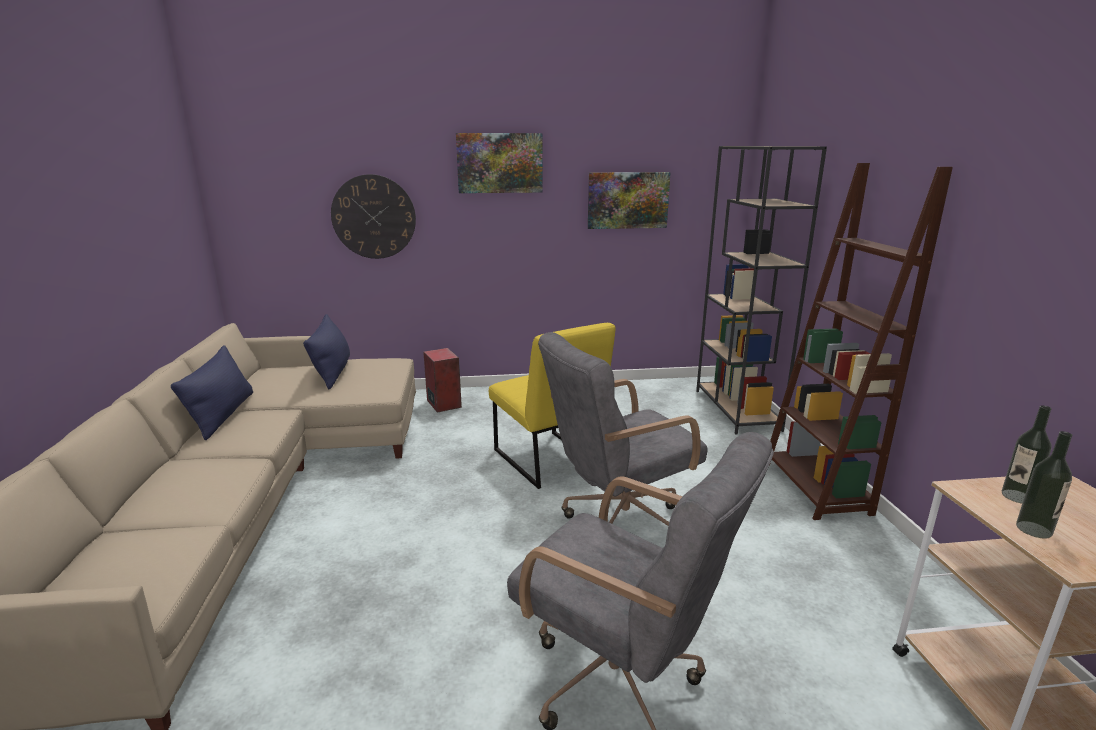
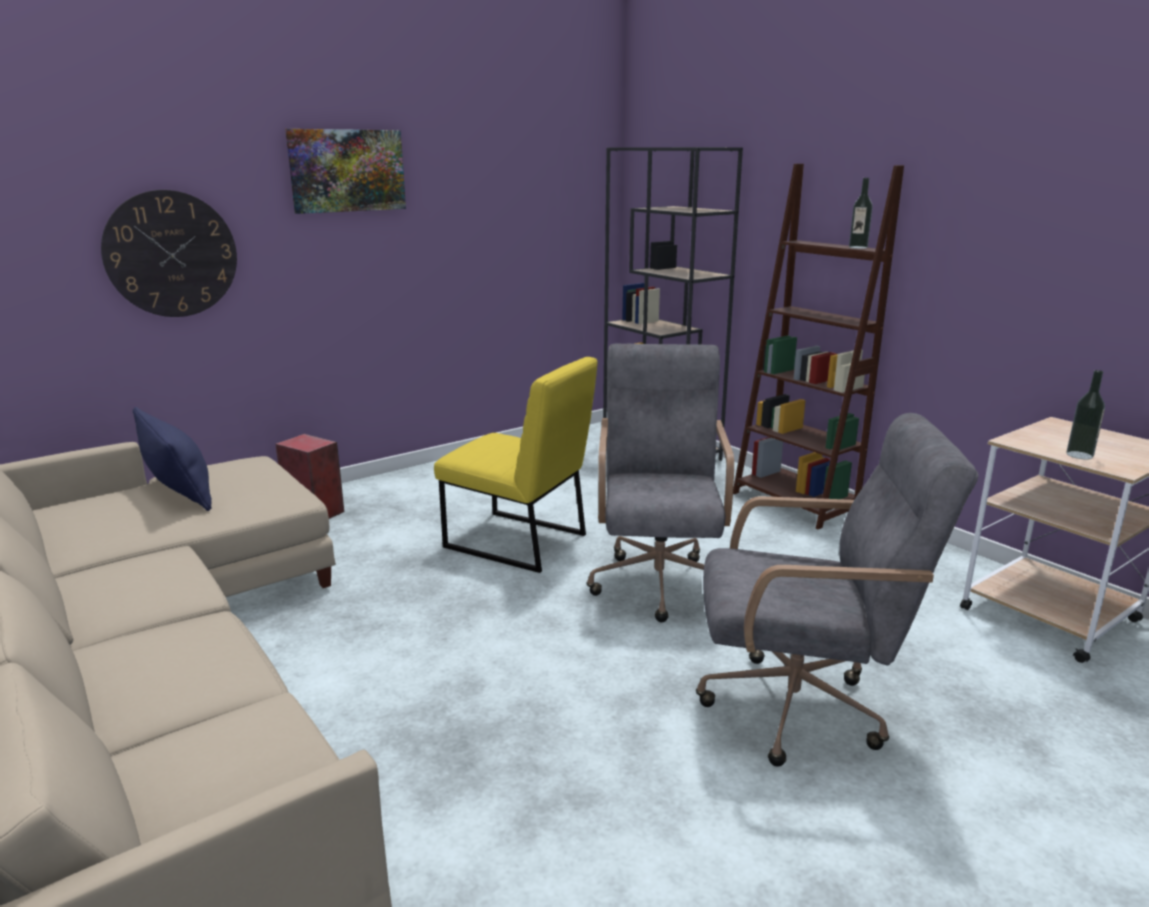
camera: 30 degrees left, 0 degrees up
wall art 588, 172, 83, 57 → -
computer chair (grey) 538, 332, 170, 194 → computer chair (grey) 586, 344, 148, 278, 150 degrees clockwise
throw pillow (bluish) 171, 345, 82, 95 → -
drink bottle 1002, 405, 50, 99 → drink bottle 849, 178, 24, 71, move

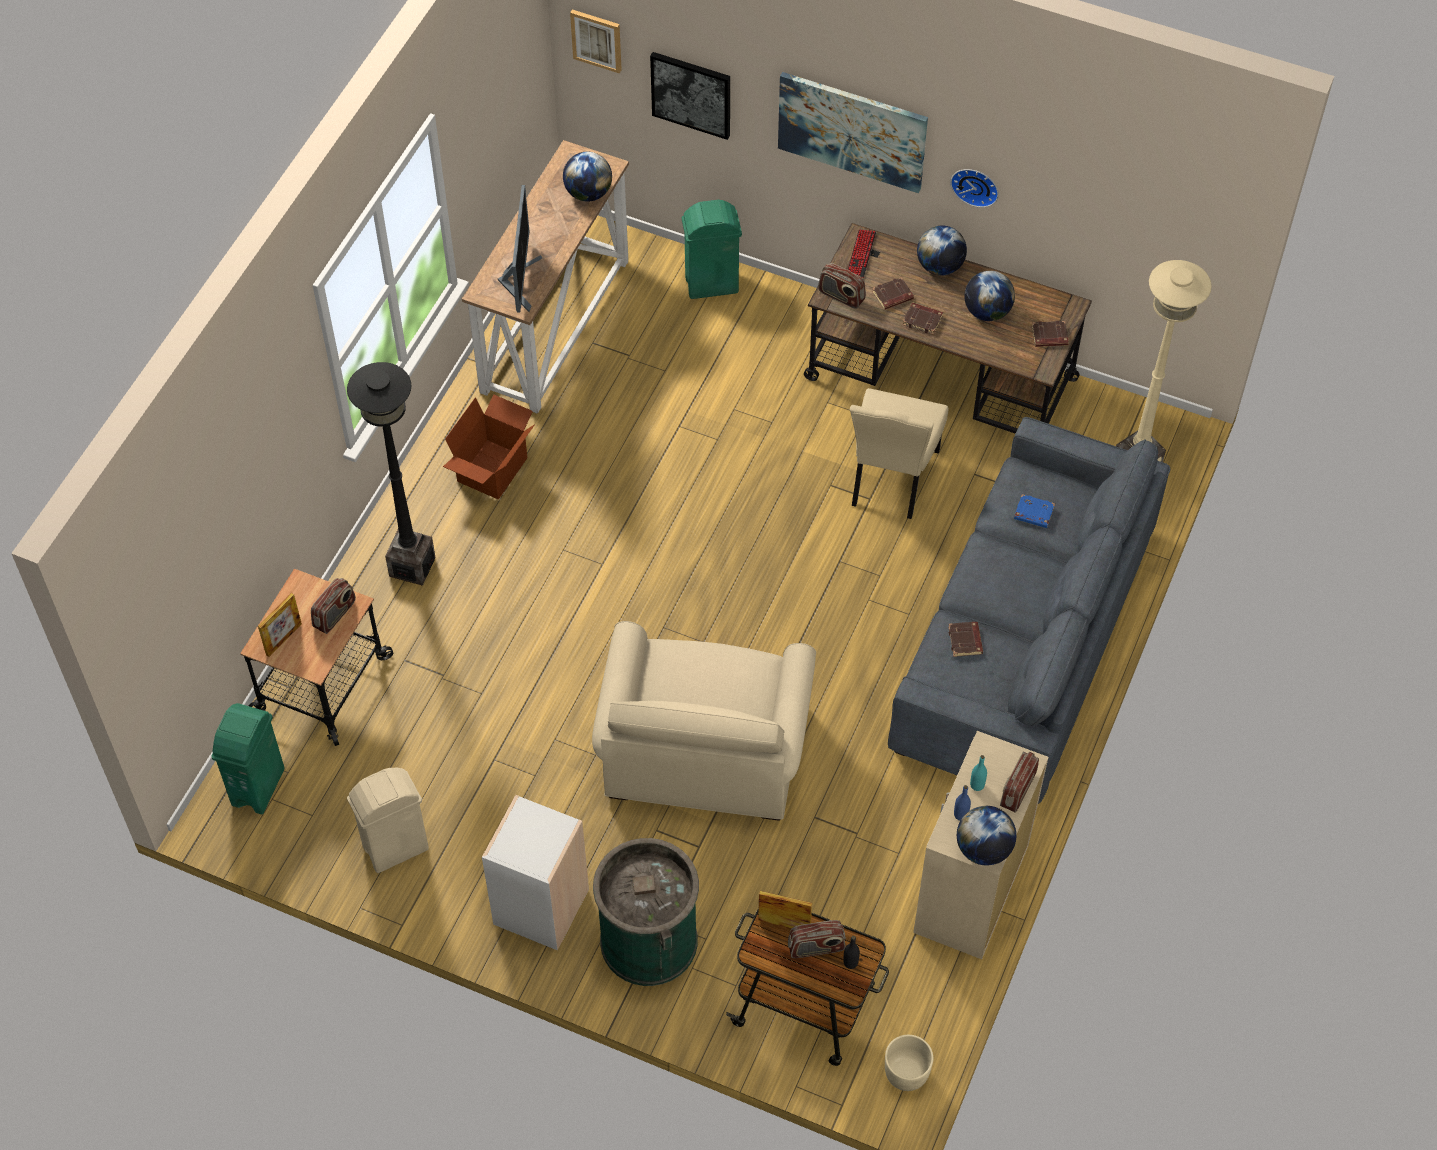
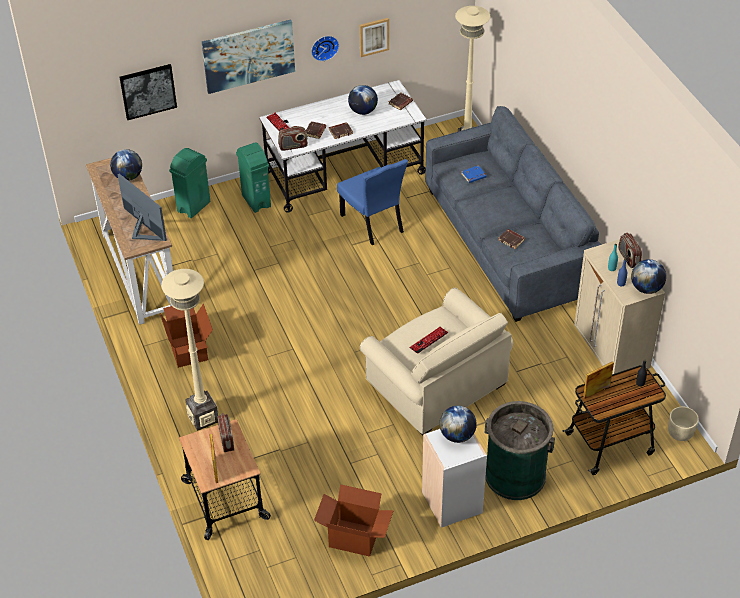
camera: 45 degrees left, 10 degrees down
wall art 570, 10, 52, 63 → wall art 359, 18, 30, 39, move
desk unit (brown-coloured) 804, 223, 288, 210 → desk unit (white-coloured) 259, 80, 168, 133
globe 917, 225, 50, 51 → globe 440, 405, 37, 38, move
floor lamp (black-coloured) 347, 362, 89, 223 → floor lamp (beige) 161, 269, 57, 162
upright chair (beige) 850, 388, 98, 131 → upright chair (bluish) 337, 159, 71, 86
rubbish bin (green) 211, 703, 73, 111 → rubbish bin (green) 236, 143, 35, 70, move
rubbish bin (beige) 347, 768, 82, 105 → cardboard box 314, 484, 80, 73
radio 788, 920, 58, 38 → -
- → computer keyboard 409, 327, 39, 27

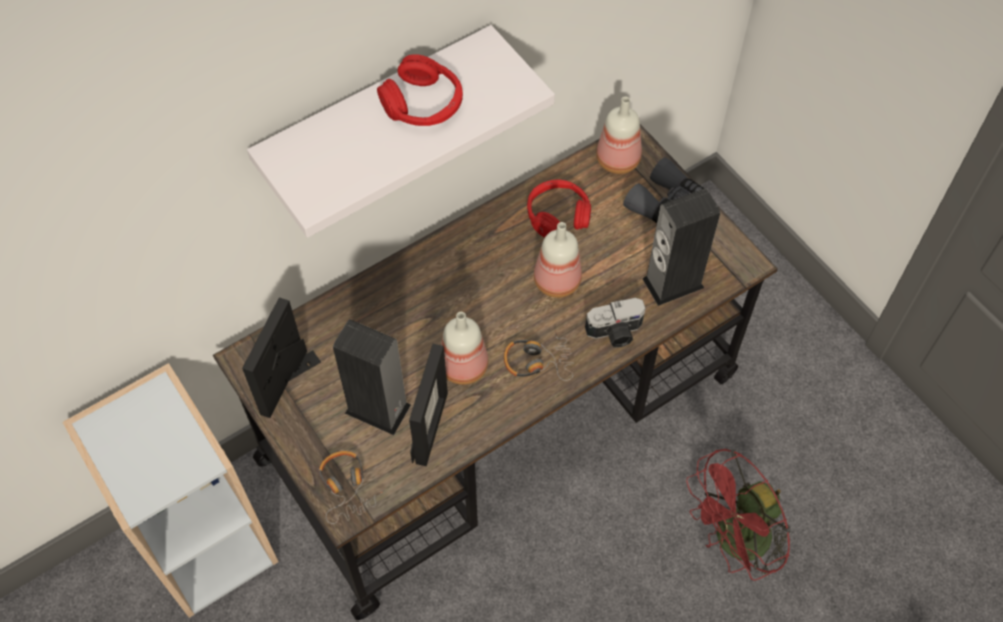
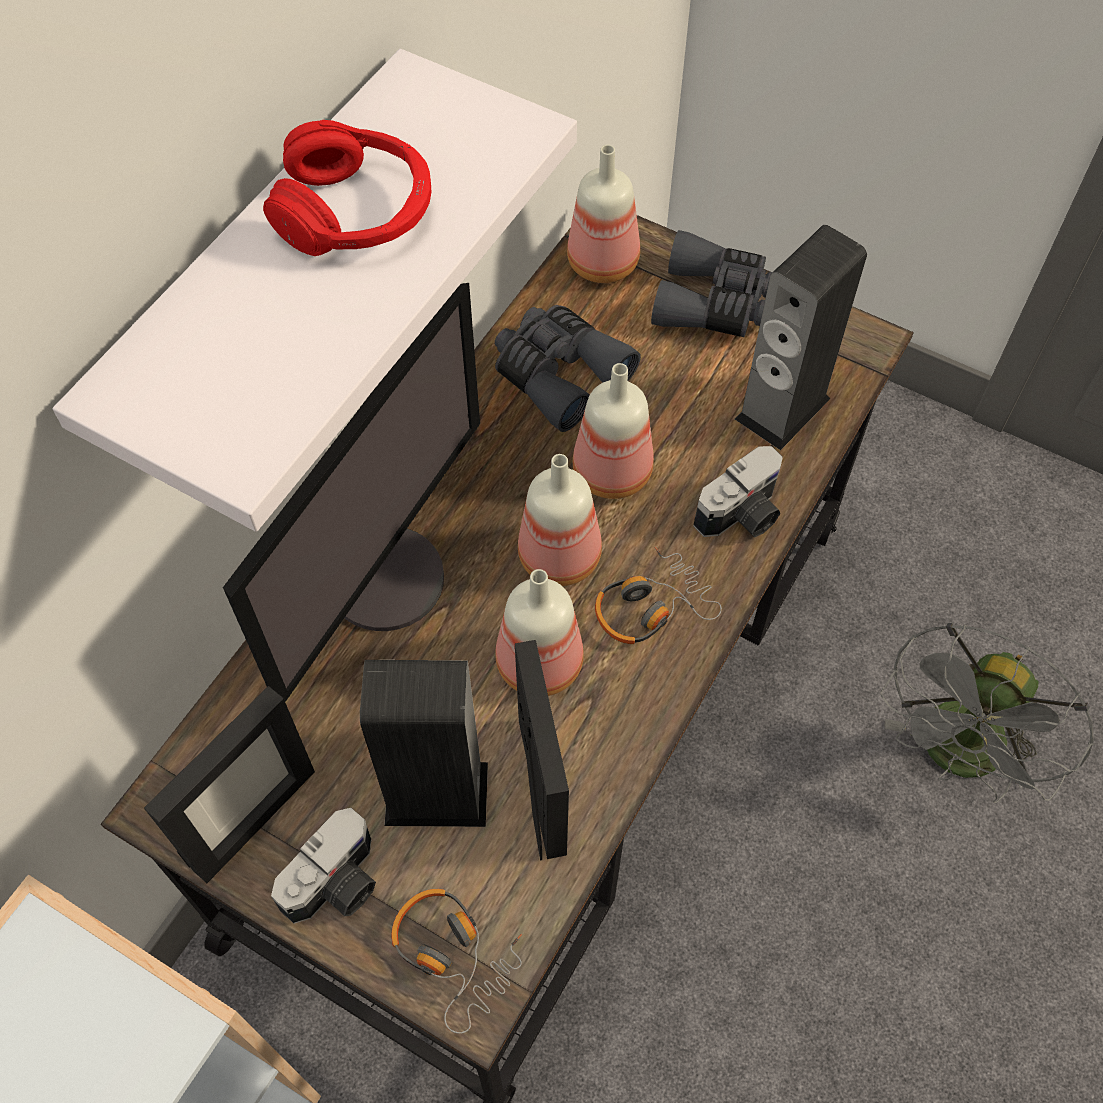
camera: 25 degrees left, 0 degrees up
headset (red) 527, 179, 64, 59 → binoculars (grey) 495, 305, 146, 127
photo frame 242, 298, 65, 120 → photo frame 144, 686, 171, 197, 135 degrees counterclockwise
cooling fan (red) 686, 449, 104, 132 → cooling fan (grey) 880, 623, 214, 180
- → computer screen 223, 283, 257, 419
- → drink bottle 518, 454, 84, 132
- → still camera 271, 808, 105, 116

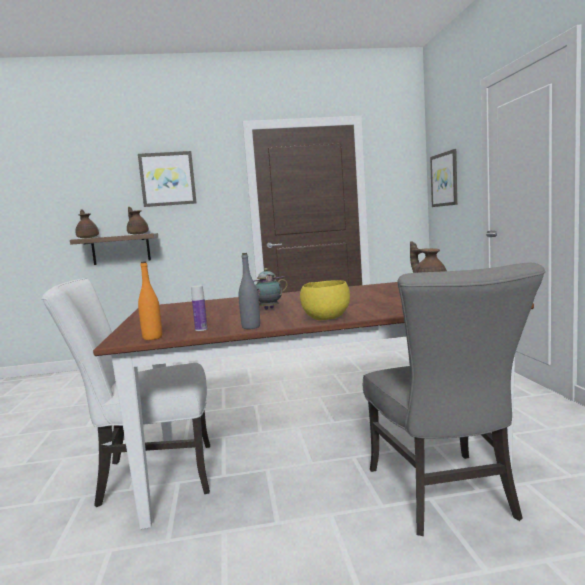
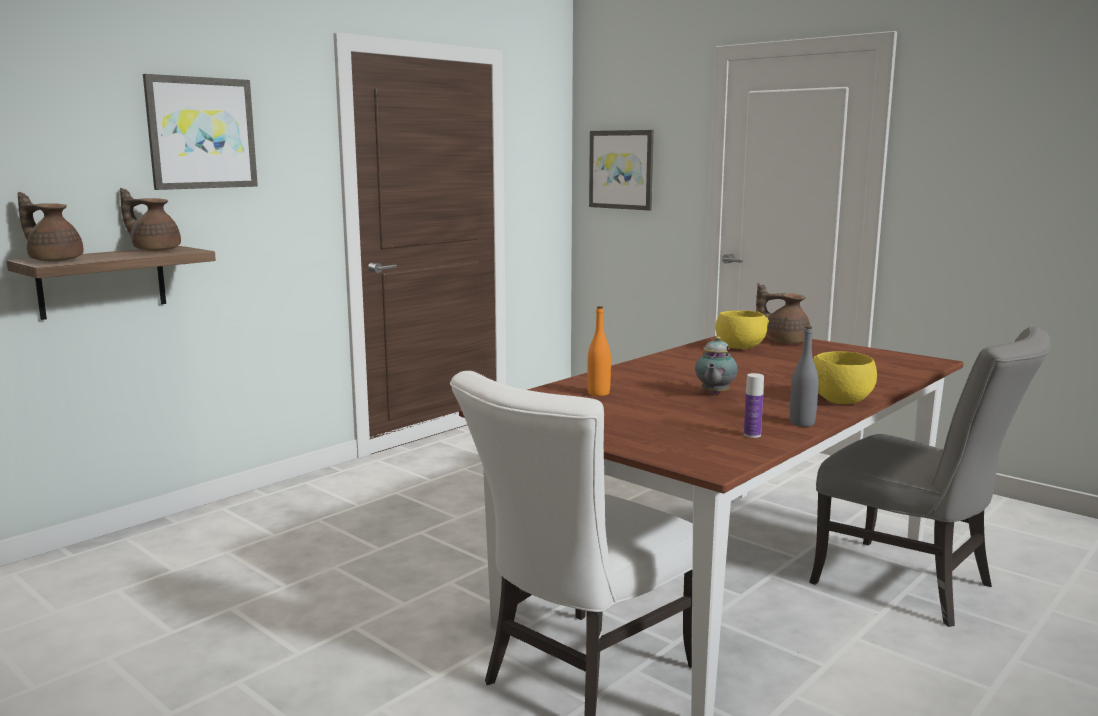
camera: 40 degrees left, 5 degrees up
drink bottle (orange-coloured) 138, 261, 24, 79 → drink bottle (orange-coloured) 587, 306, 24, 90, move
- → bowl (yellowish) 716, 311, 53, 38

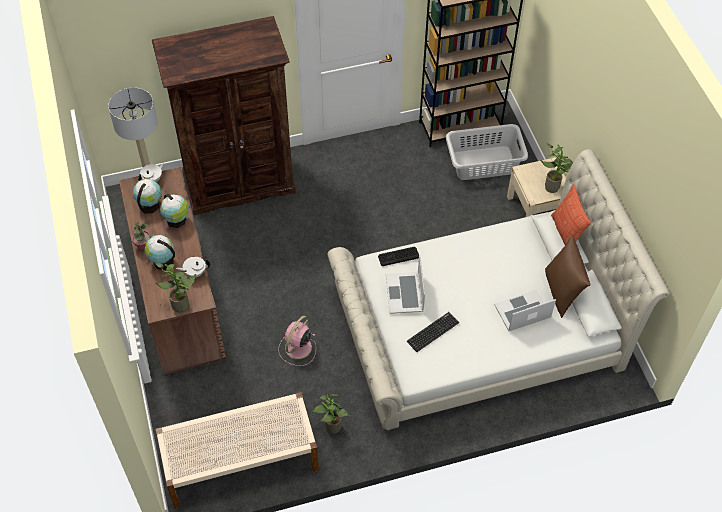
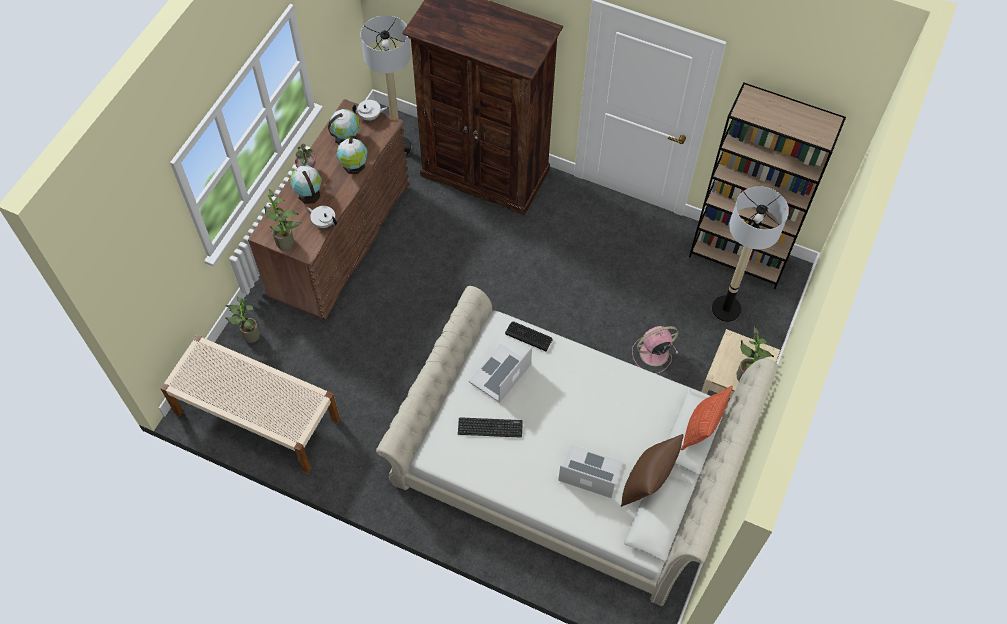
camera: 40 degrees right, 5 degrees up
hamper (grey) 446, 124, 82, 56 → floor lamp 712, 186, 77, 136
cooling fan (pink-coloured) 278, 316, 38, 50 → cooling fan (pink-coloured) 632, 326, 47, 48, move
houseplant 311, 394, 40, 40 → houseplant 225, 297, 35, 46, move

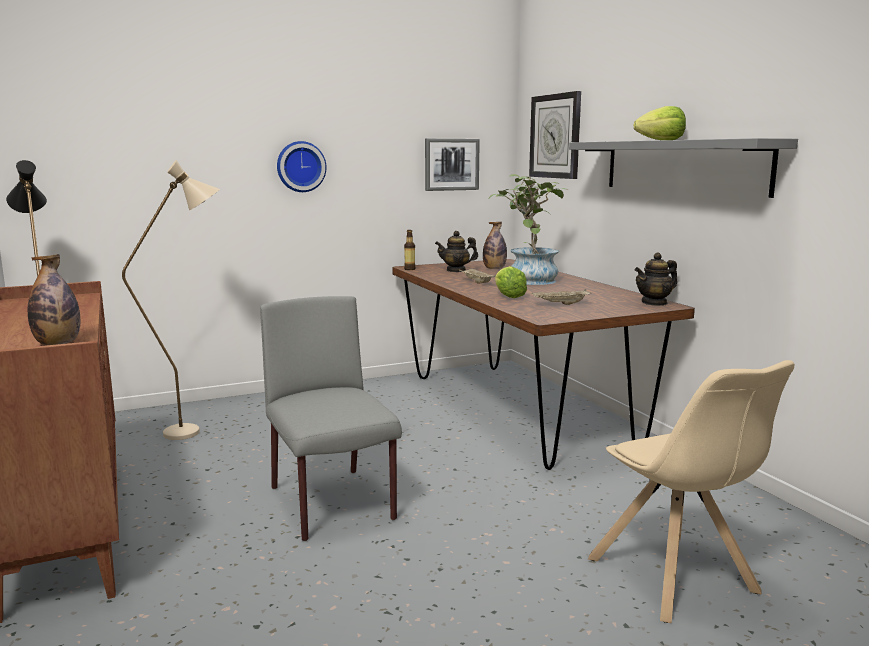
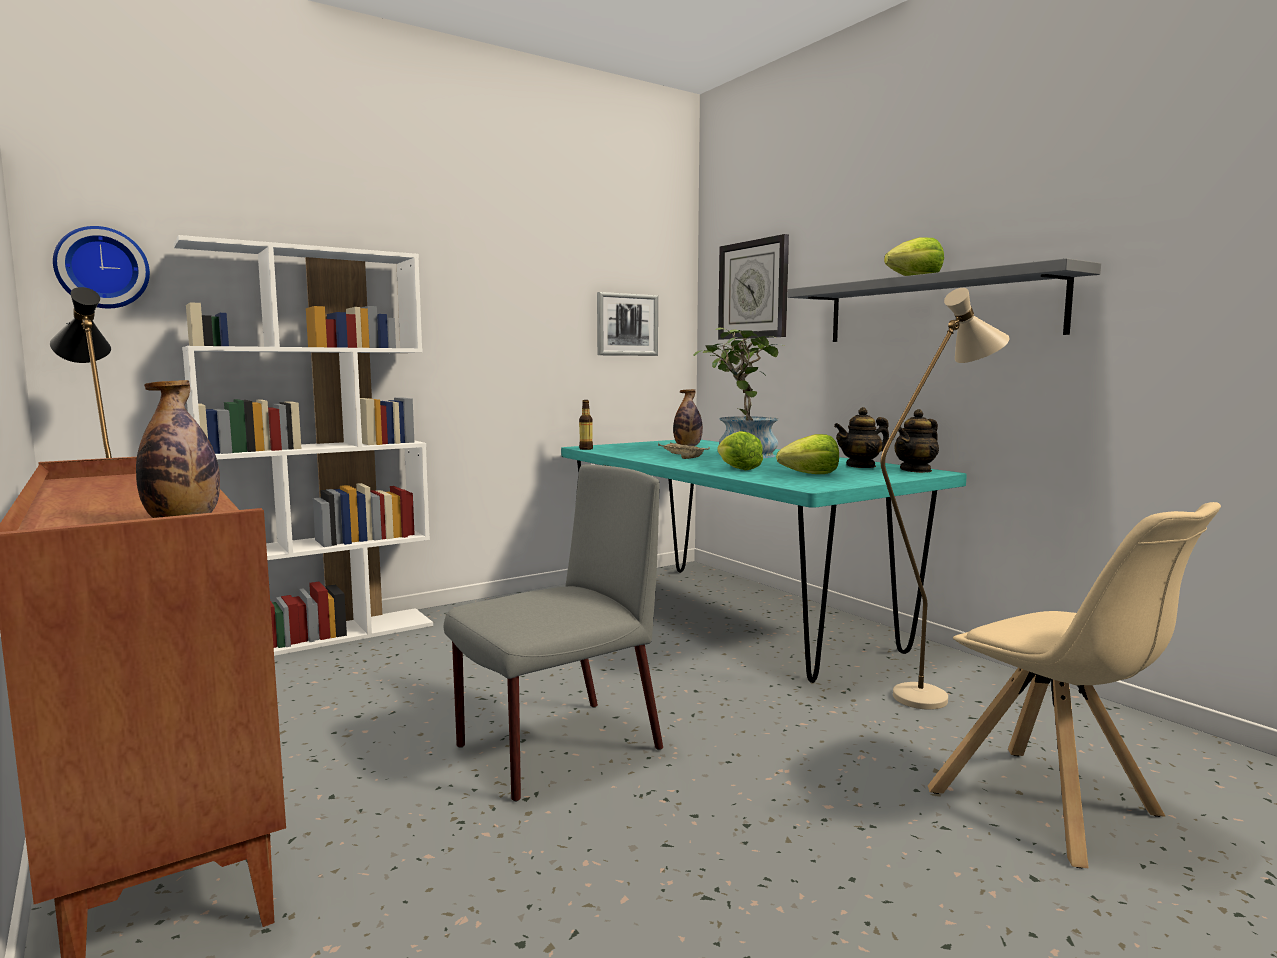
camera: 10 degrees left, 5 degrees down
clock on the wall 277, 141, 50, 51 → clock on the wall 53, 226, 97, 82, move
floor lamp (beige) 122, 160, 98, 280 → floor lamp (beige) 881, 288, 129, 422, move
pot for tea 435, 231, 43, 41 → pot for tea 834, 407, 55, 61, move
kitchen table (brown-coloured) 392, 259, 303, 211 → kitchen table (turquoise) 561, 440, 406, 243
carrying tray (beige) 532, 289, 59, 16 → head of lettuce 776, 434, 63, 40
upright chair (grey) 260, 296, 142, 245 → upright chair (grey) 444, 464, 219, 338, 90 degrees clockwise
- → bookcase (white-coloured) 174, 235, 259, 421

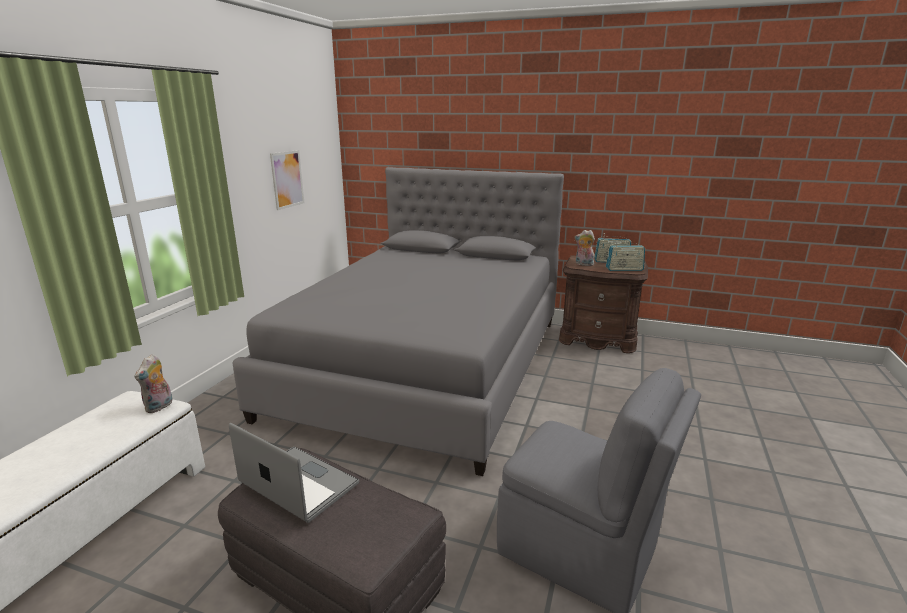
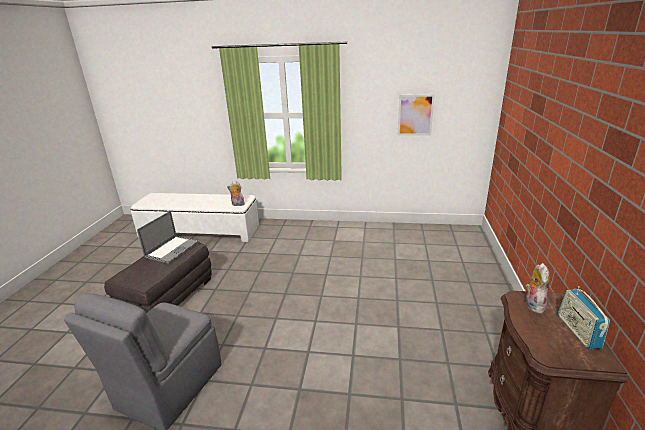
camera: 80 degrees right, 5 degrees up
bedroom bed (grey) 233, 167, 331, 309 → -
radio 606, 240, 39, 31 → -

